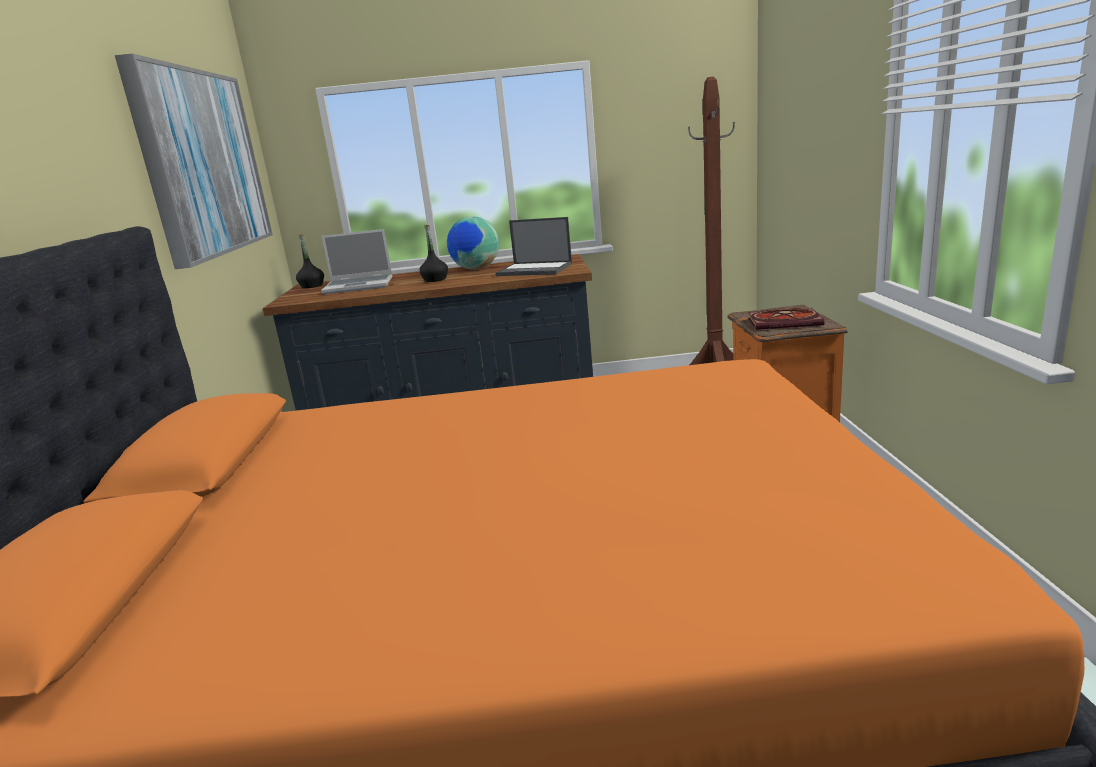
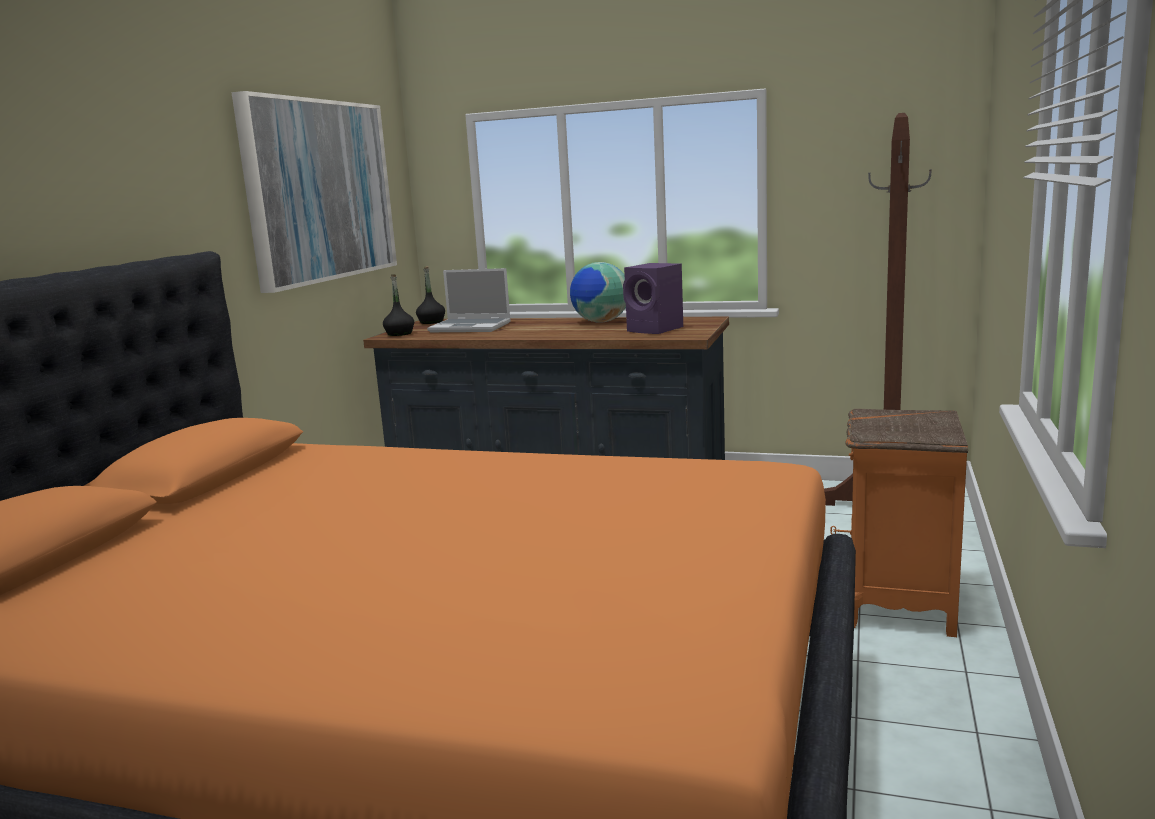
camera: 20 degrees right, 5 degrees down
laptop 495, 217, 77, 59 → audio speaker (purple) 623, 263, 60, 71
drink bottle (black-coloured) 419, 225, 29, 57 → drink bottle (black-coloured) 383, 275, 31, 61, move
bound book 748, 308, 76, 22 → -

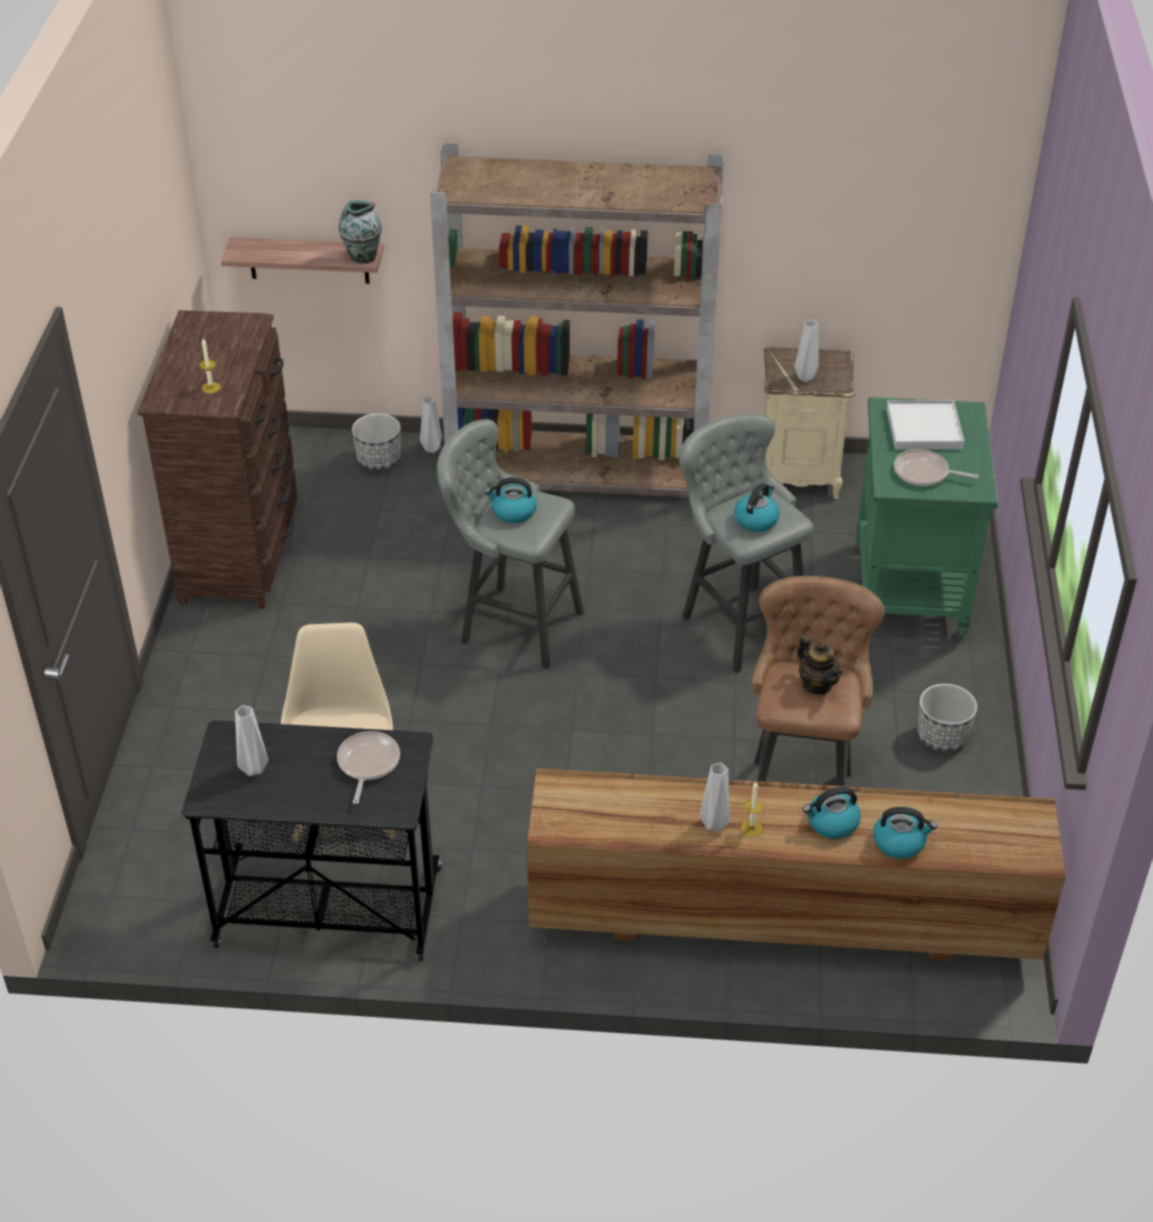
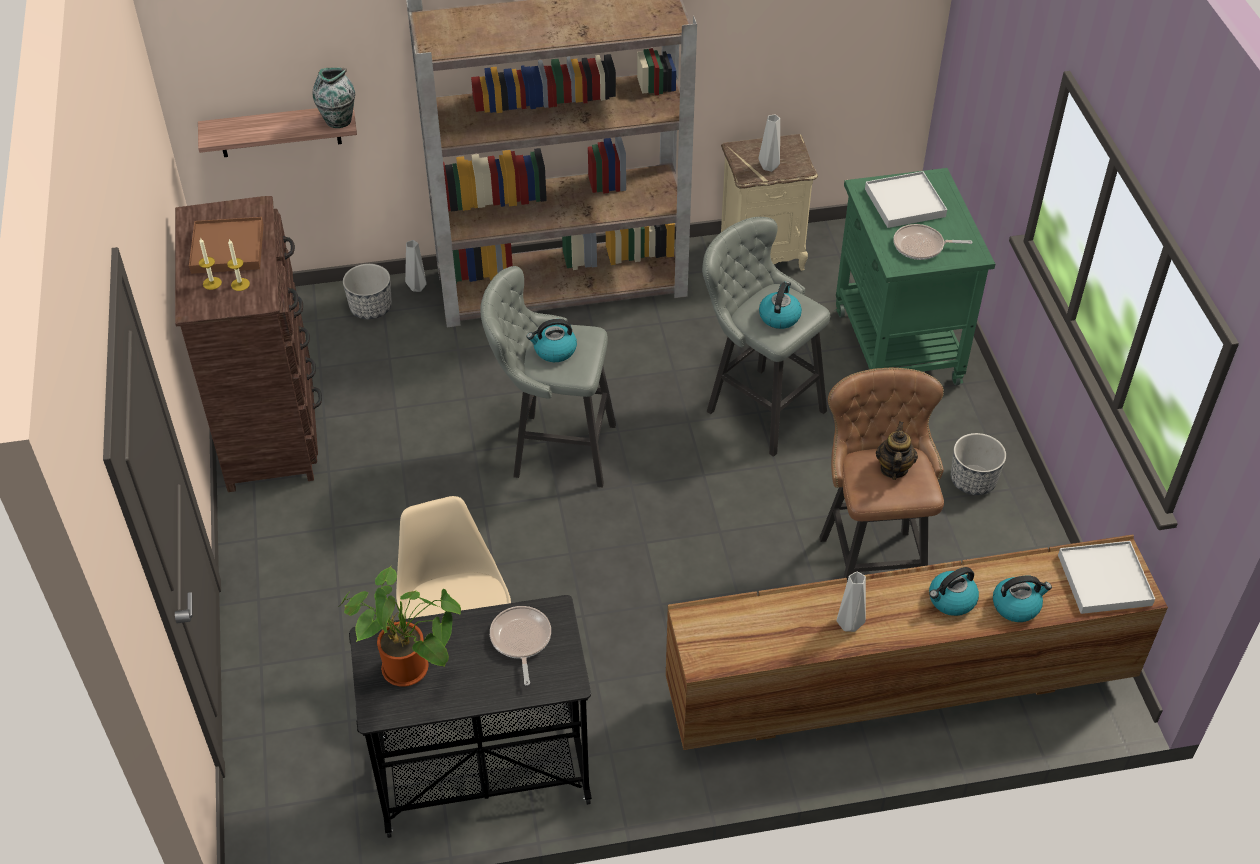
camera: 15 degrees left, 5 degrees up
pot for tea 797, 636, 46, 58 → pot for tea 876, 421, 42, 59, 120 degrees counterclockwise
decorative vase (grey) 235, 705, 33, 71 → houseplant 338, 566, 123, 121
wax candle 741, 782, 22, 55 → wax candle 199, 237, 23, 53, move
- → carrying tray (brown-coloured) 189, 217, 75, 57
- → carrying tray (white-coloured) 1058, 541, 97, 73

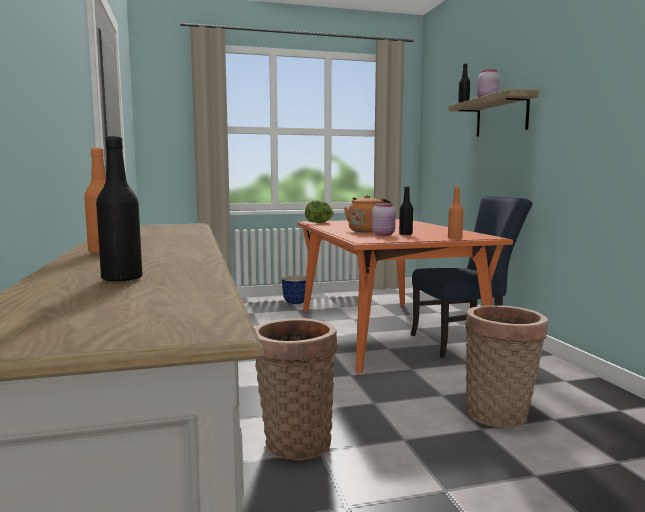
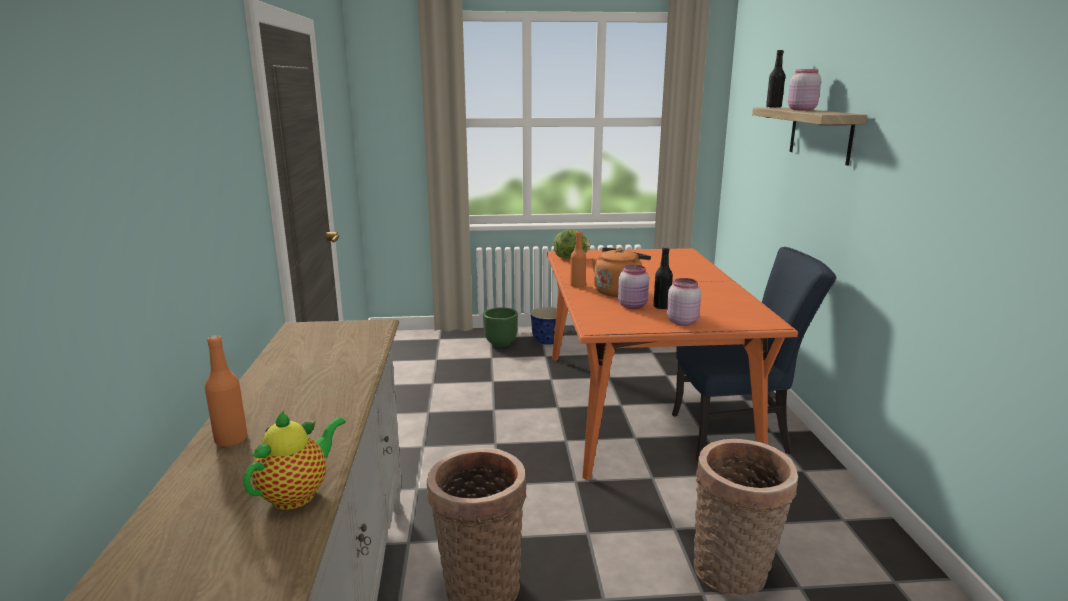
camera: 10 degrees right, 10 degrees up
drink bottle (black-coloured) 96, 136, 47, 146 → -
drink bottle (orange-coloured) 448, 187, 15, 52 → drink bottle (orange-coloured) 570, 231, 16, 56, move
- → jar (pink-coloured) 667, 278, 34, 48
- → flower pot (green) 483, 307, 35, 41
- → pot for tea 243, 410, 103, 100

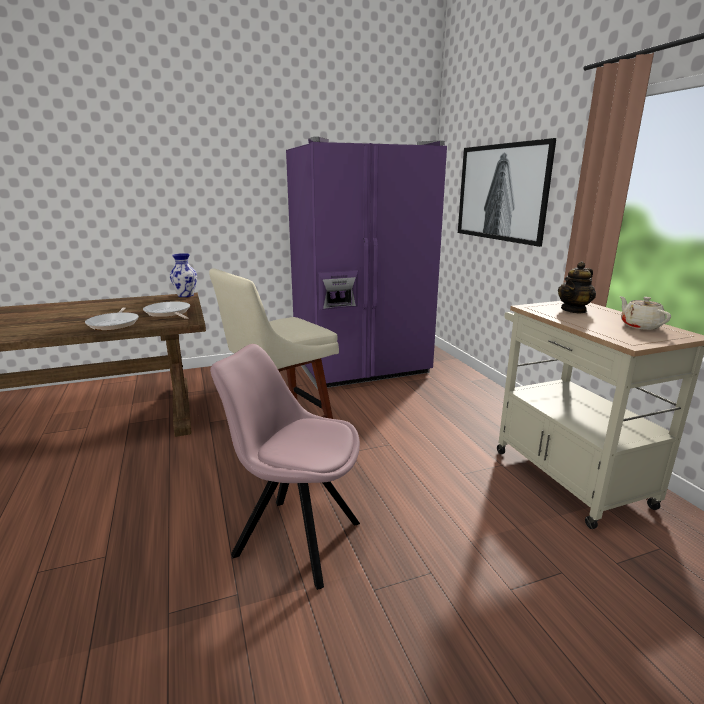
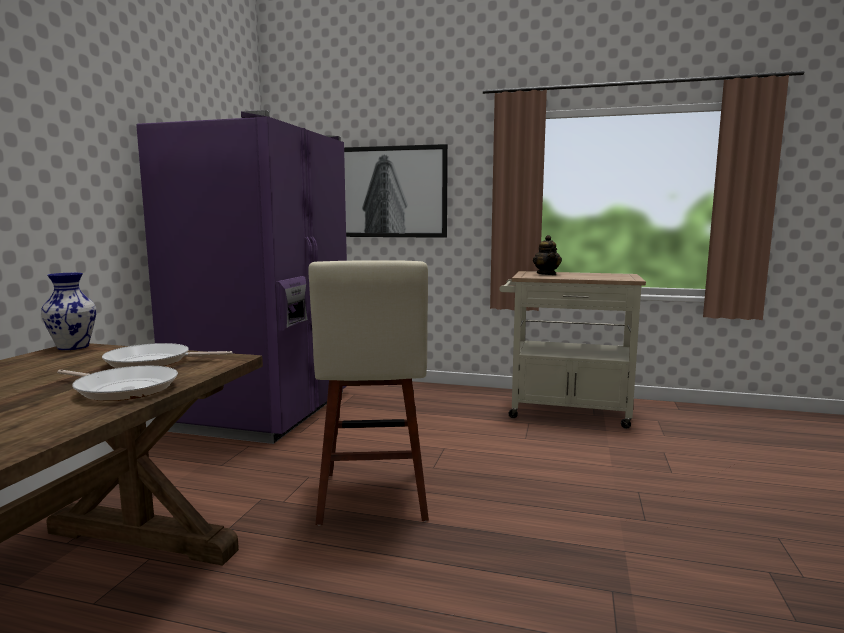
camera: 55 degrees left, 10 degrees down
pot for tea (beige) 620, 296, 51, 34 → -
upright chair (pink-coloured) 210, 344, 150, 246 → -

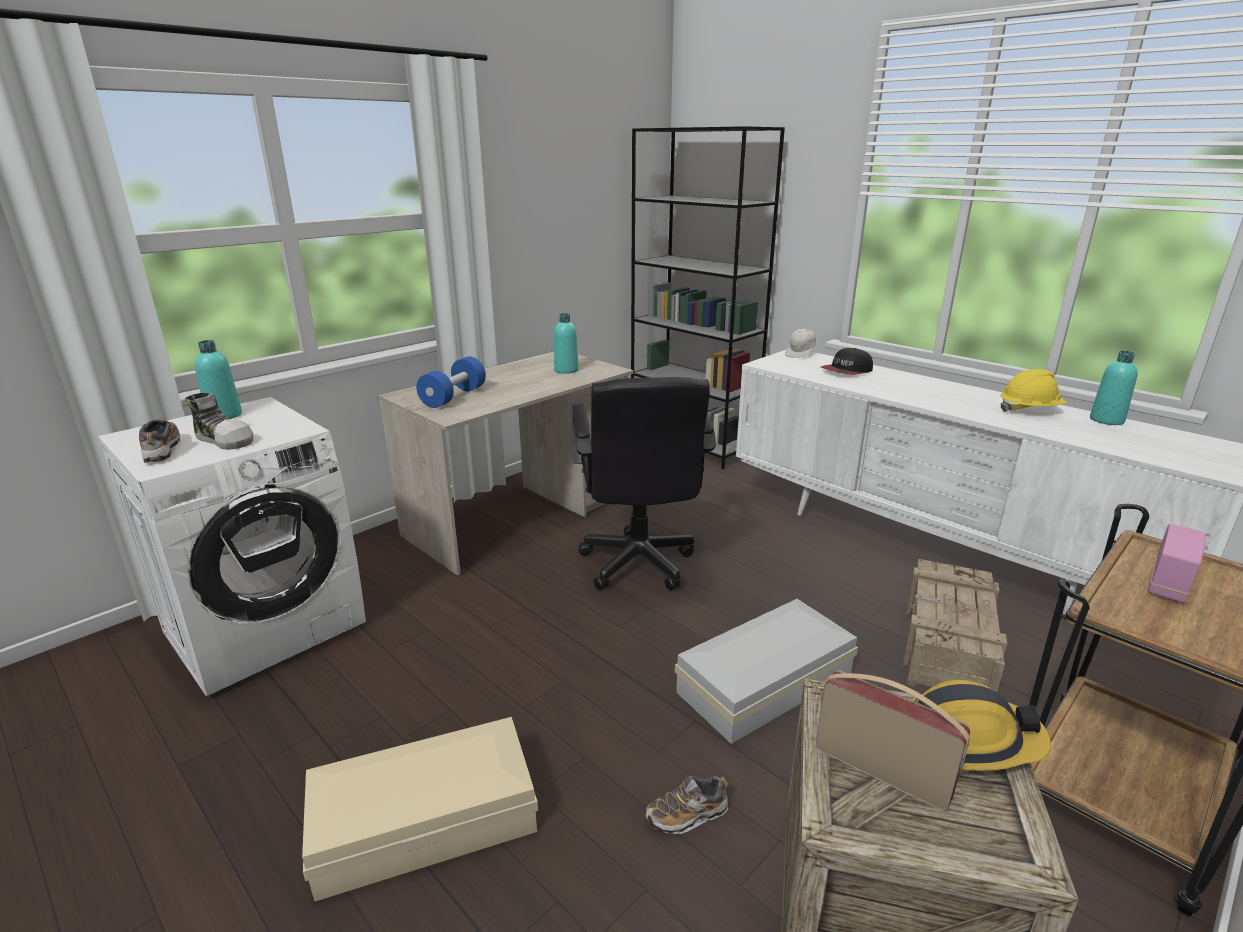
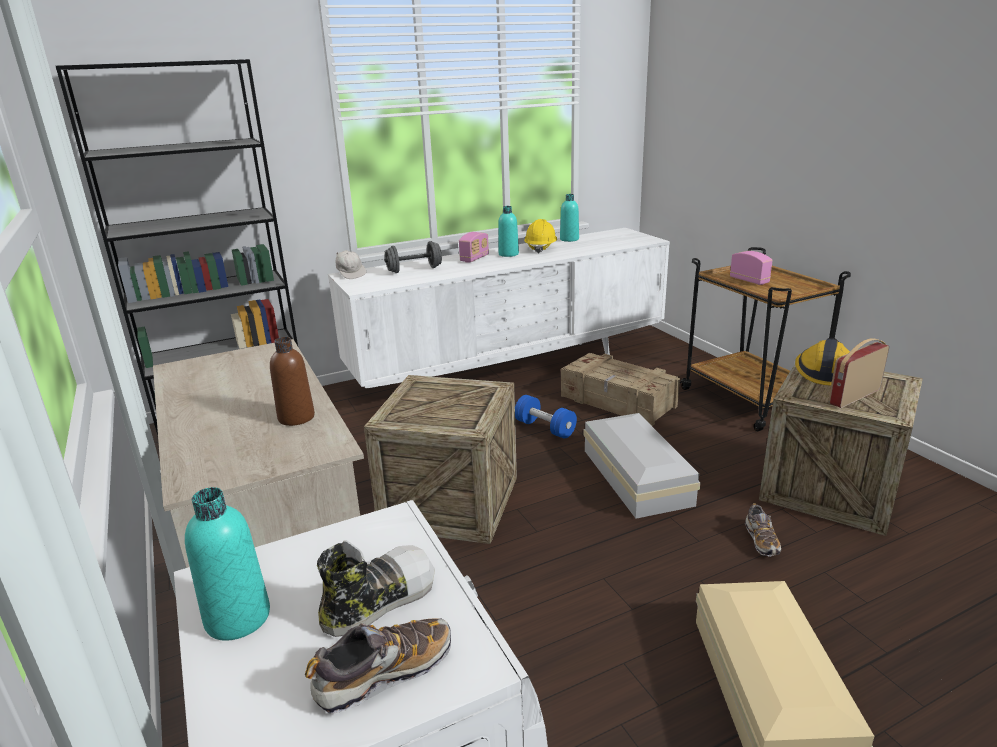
camera: 70 degrees left, 0 degrees up
drink bottle (turquoise) 554, 313, 25, 61 → drink bottle (turquoise) 498, 206, 21, 51, move
baseball cap 821, 348, 52, 27 → hand weight (grey) 385, 241, 57, 32
hand weight (bluish) 416, 356, 70, 52 → hand weight (bluish) 515, 395, 62, 44, move
computer chair (black-coloured) 572, 377, 144, 214 → crate 364, 375, 153, 169
item of footwear 139, 419, 41, 44 → item of footwear 305, 618, 146, 96, 150 degrees clockwise
- → radio 459, 232, 30, 31
- → drink bottle (brown-coloured) 270, 337, 45, 89

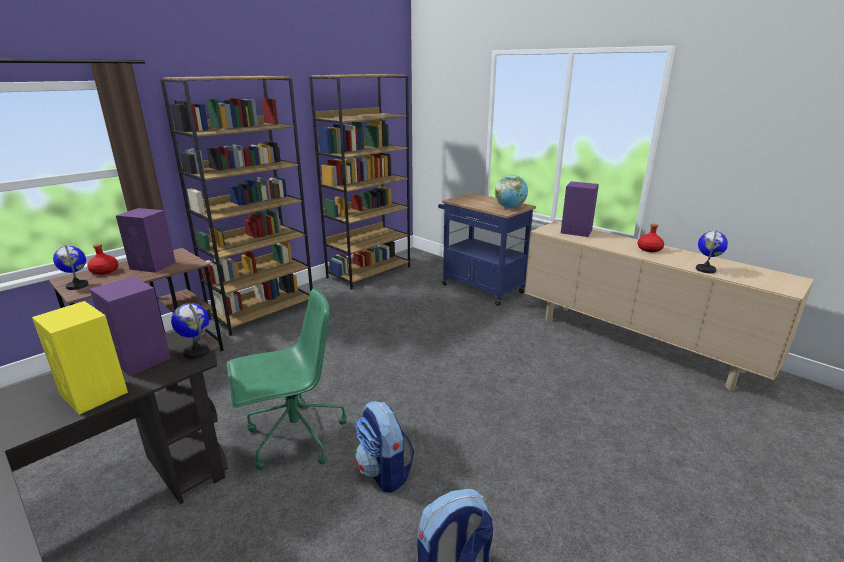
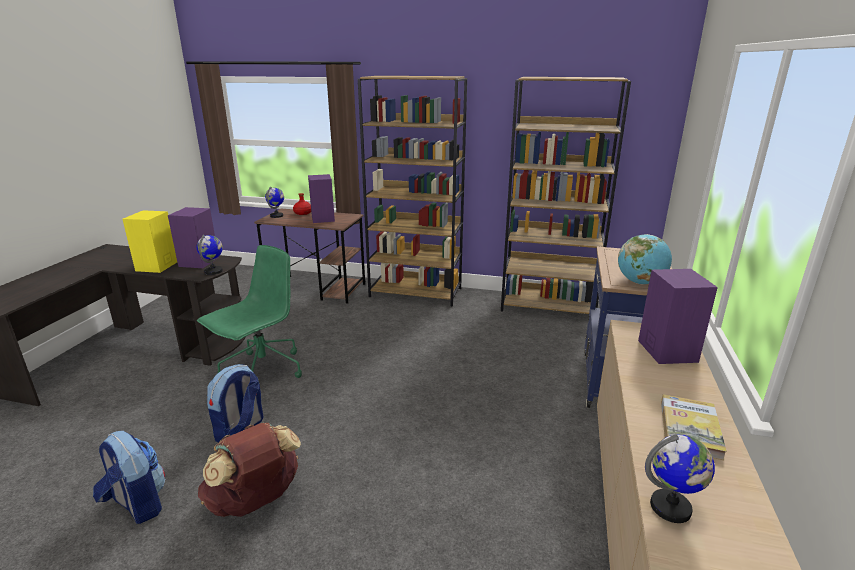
camera: 60 degrees right, 0 degrees up
drink bottle (red) 638, 224, 26, 28 → bound book 661, 394, 66, 66
computer chair (green) 227, 288, 120, 182 → computer chair (green) 197, 245, 105, 133, 90 degrees counterclockwise
- → rucksack (brown-coloured) 198, 423, 103, 94

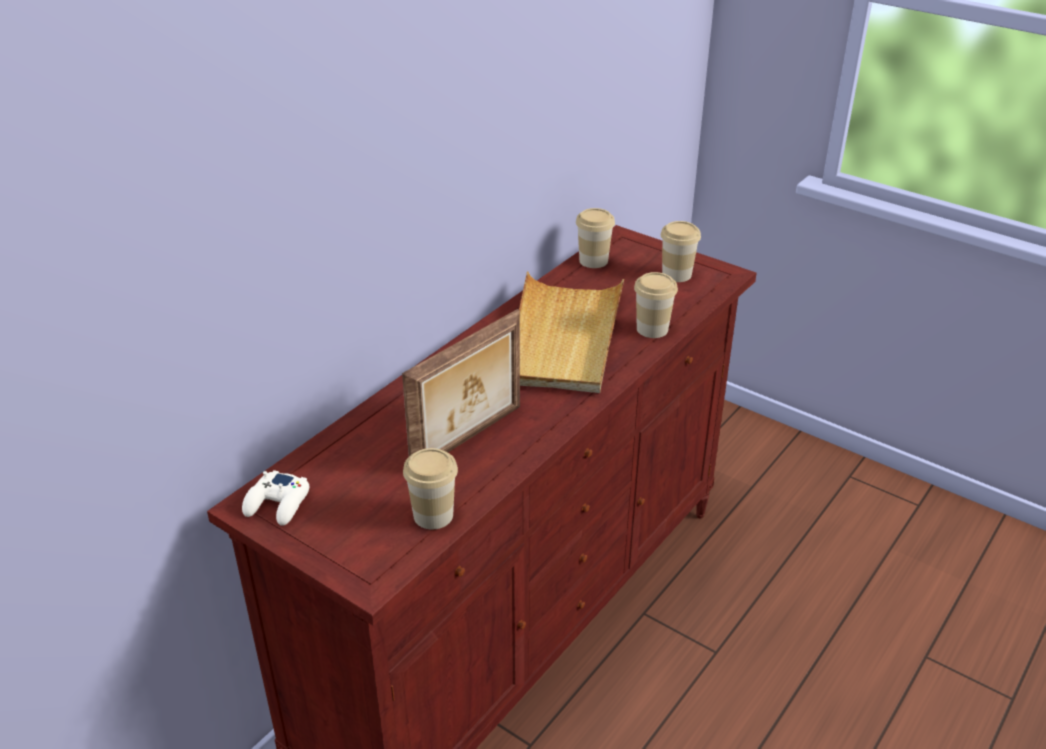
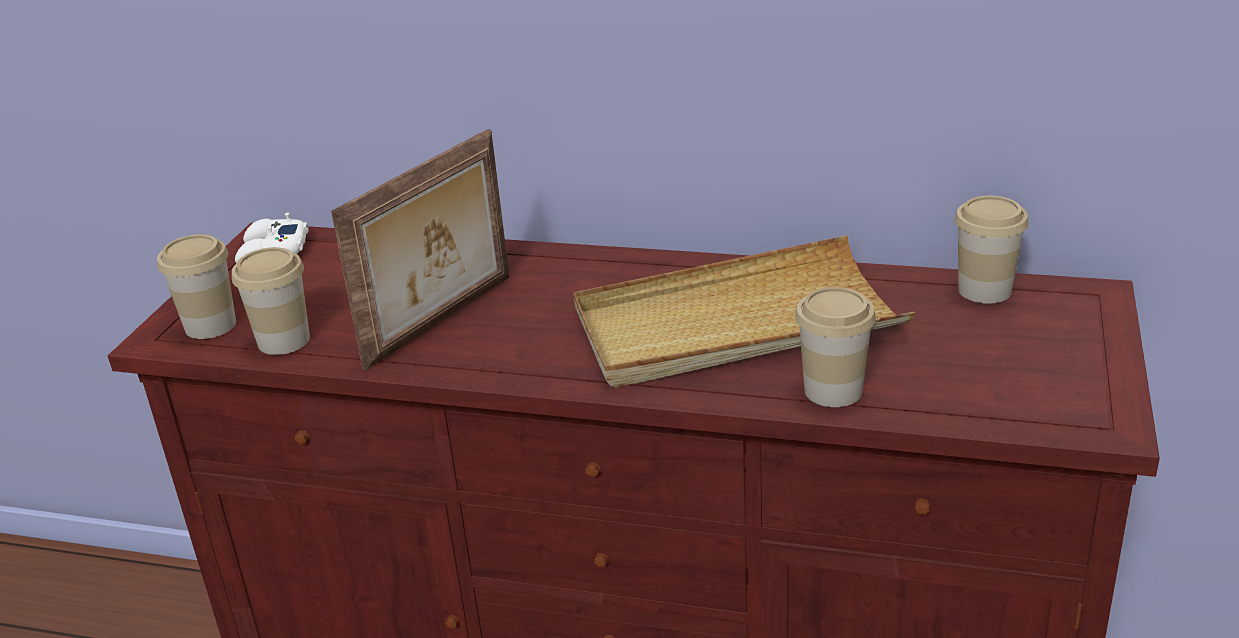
camera: 70 degrees right, 5 degrees down
drinking cup 661, 221, 40, 61 → drinking cup 157, 234, 79, 105, move
photo frame 402, 309, 118, 147 → photo frame 331, 129, 178, 241, 75 degrees counterclockwise

